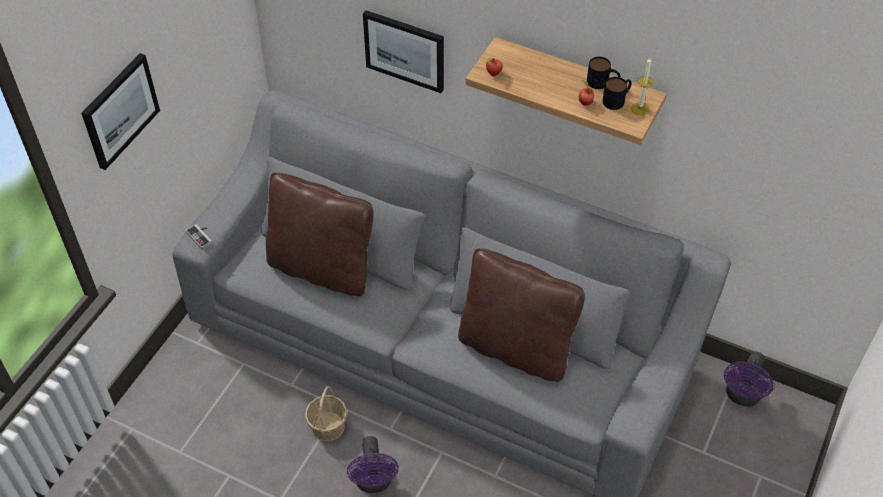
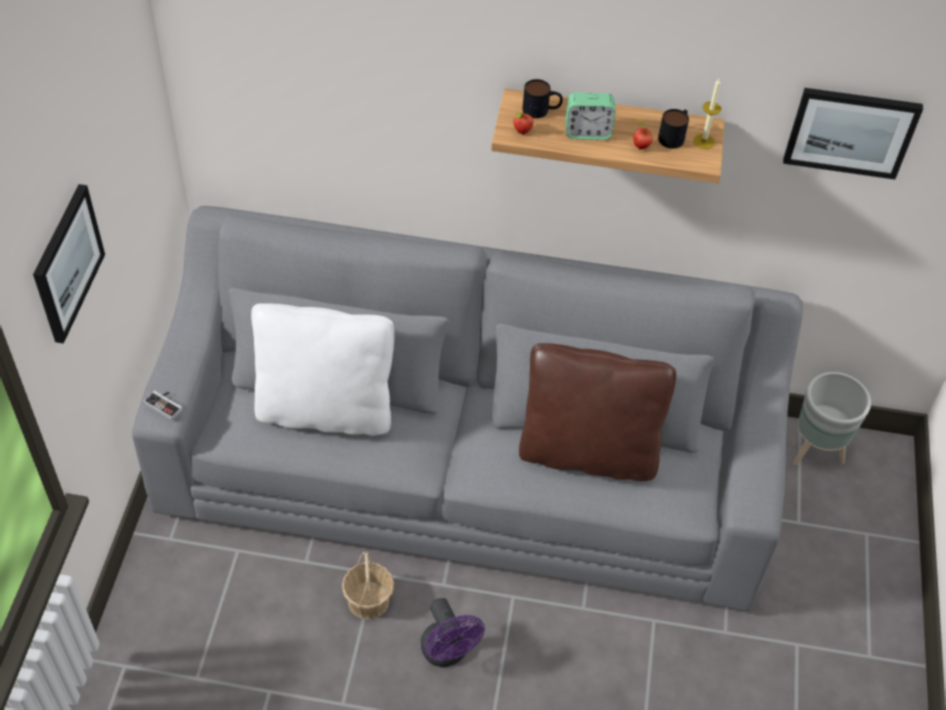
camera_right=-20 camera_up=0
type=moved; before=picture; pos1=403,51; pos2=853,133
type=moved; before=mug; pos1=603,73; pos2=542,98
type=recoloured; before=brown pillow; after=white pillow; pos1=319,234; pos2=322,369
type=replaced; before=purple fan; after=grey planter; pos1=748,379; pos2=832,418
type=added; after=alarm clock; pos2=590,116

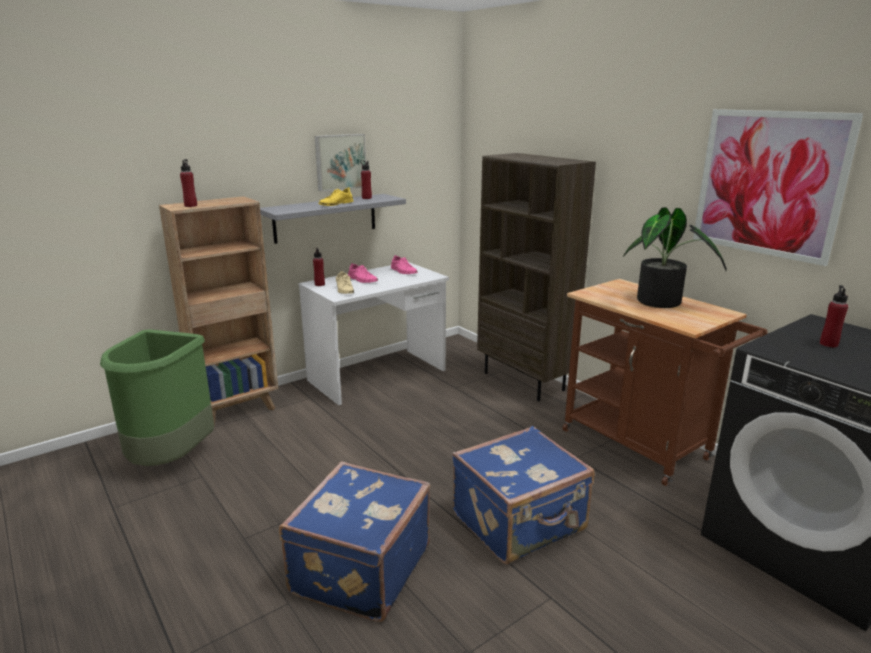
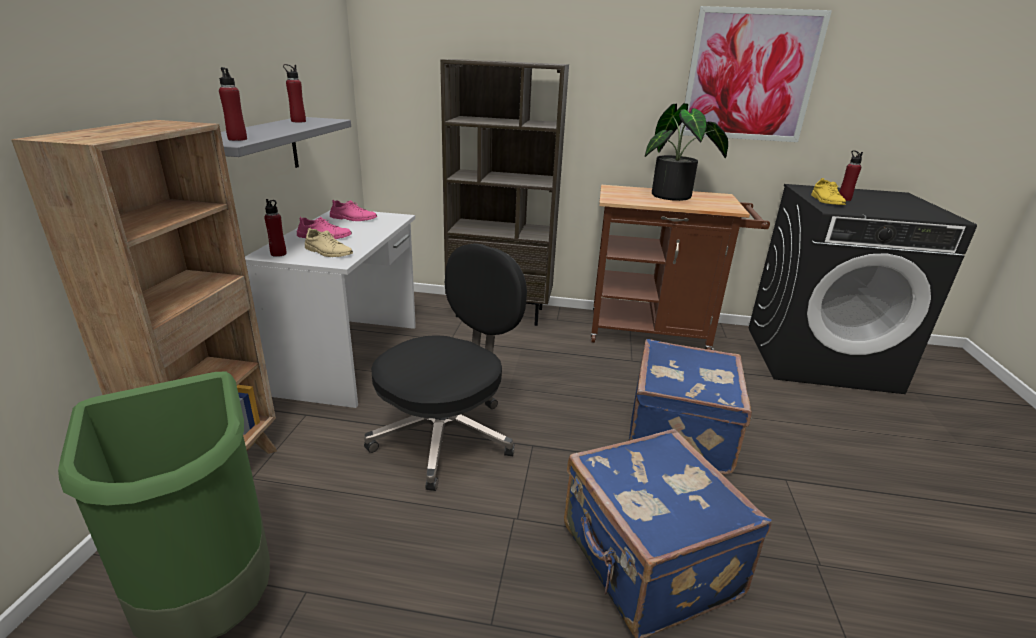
camera_right=-45 camera_up=5
type=removed; before=picture; pos1=340,163
type=moved; before=red bottle; pos1=188,183; pos2=233,104
type=moved; before=yellow shoe; pos1=336,196; pos2=828,191
type=added; after=black office chair; pos2=445,367

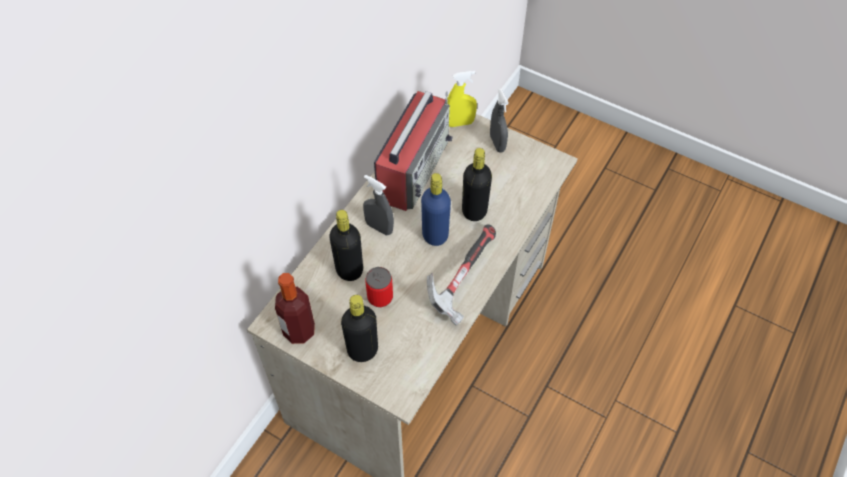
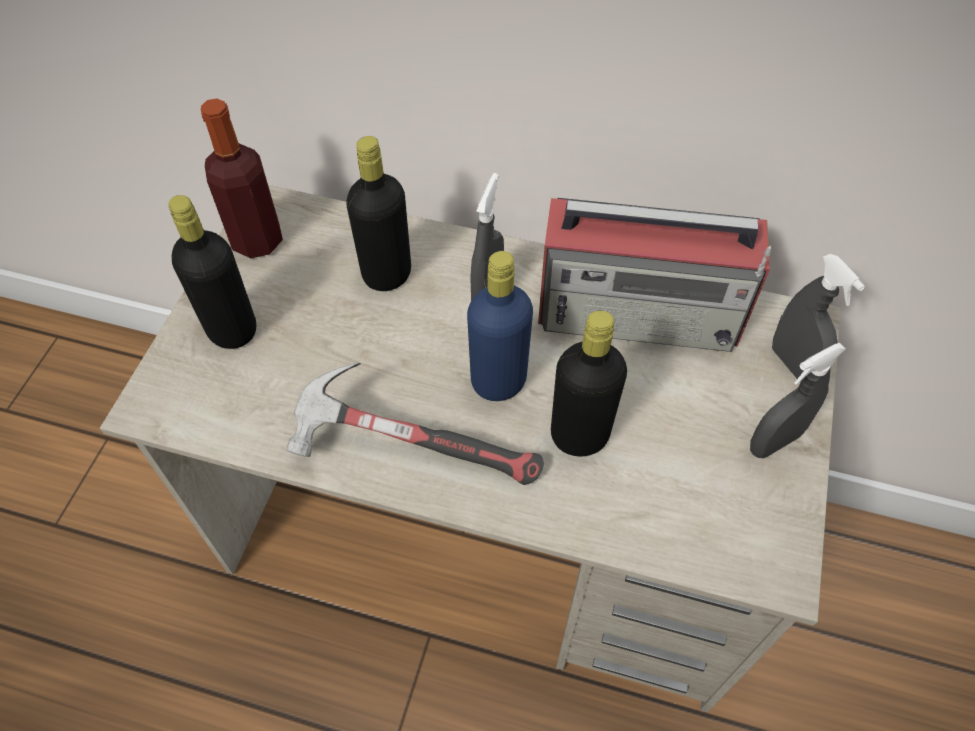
camera_right=75 camera_up=0
type=recoloured; before=yellow spray bottle; after=grey spray bottle; pos1=462,99; pos2=818,318
type=removed; before=can; pos1=379,287

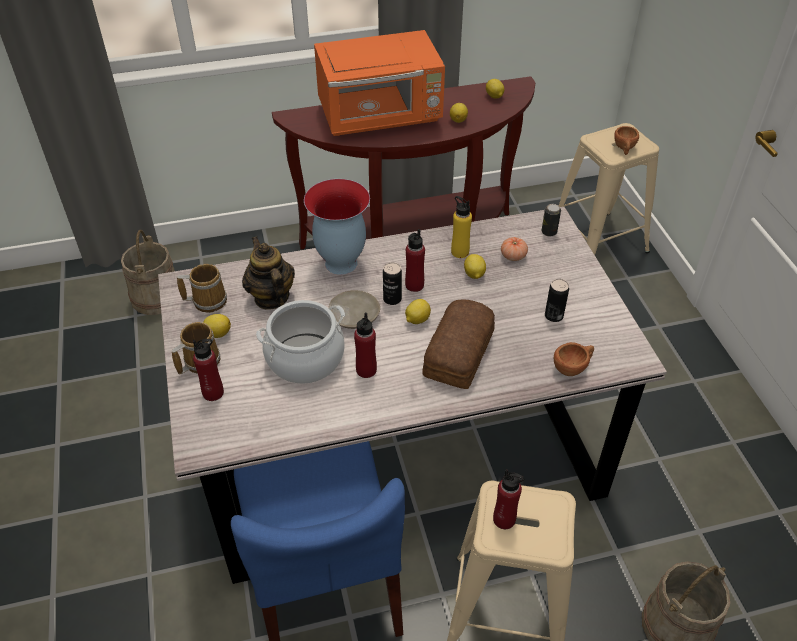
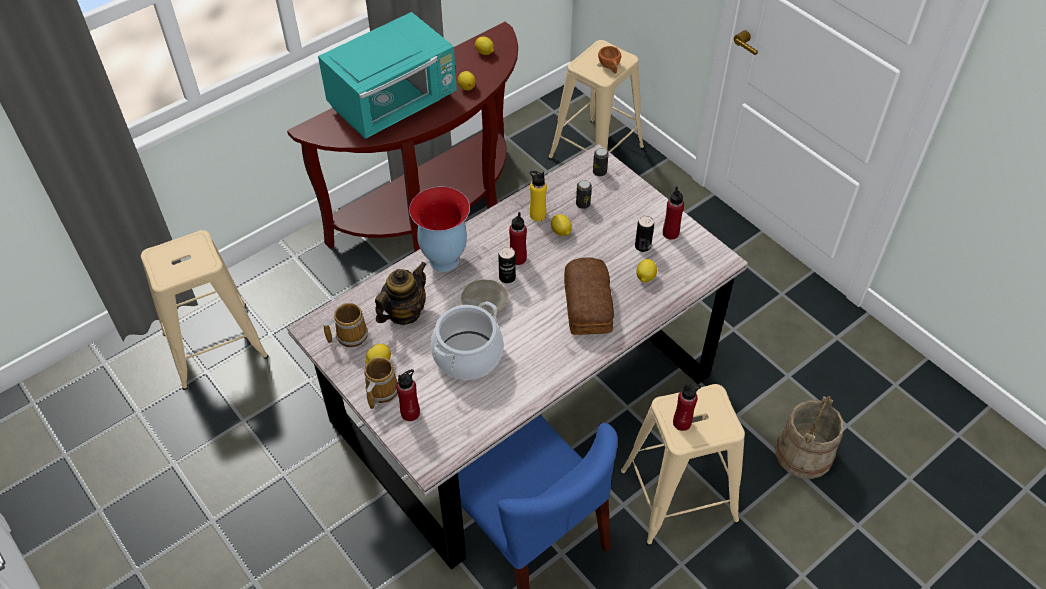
camera_right=-25 camera_up=5
type=recoloured; before=orange microwave; after=turquoise microwave; pos1=379,83; pos2=387,75
type=replaced; before=beige bucket; after=beige stool; pos1=148,272; pos2=204,310
type=turned; before=teapot; pos1=268,273; pos2=401,293; turn=90
type=replaced; before=tomato; after=can; pos1=514,249; pos2=584,194
type=moved; before=lemon; pos1=418,311; pos2=646,270
type=moved; before=red bottle; pos1=365,345; pos2=673,213
type=removed; before=brown cup; pos1=574,359

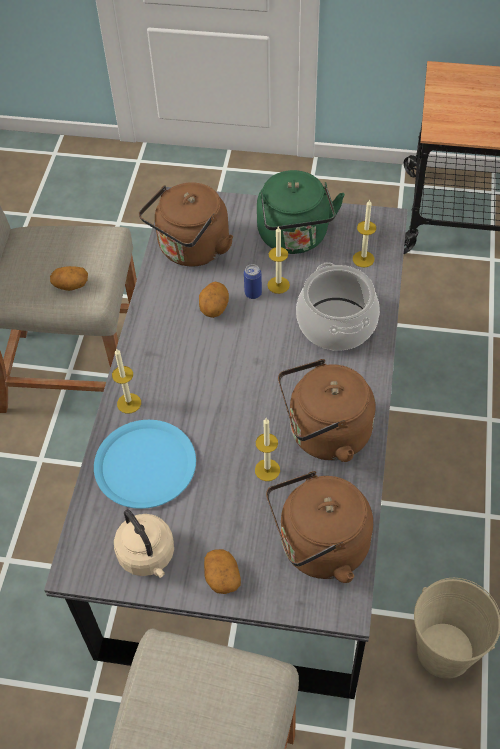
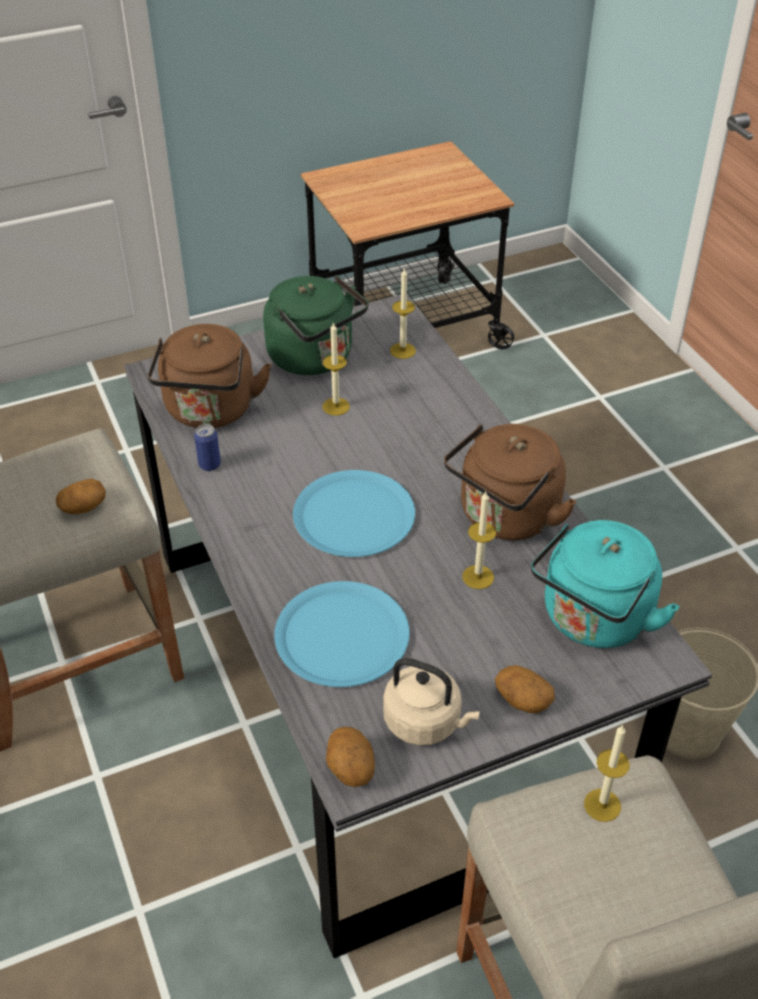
camera_right=-35 camera_up=-10
type=removed; before=cooking pot; pos1=338,306
type=moved; before=can; pos1=253,281; pos2=207,447
type=moved; before=potato; pos1=214,300; pos2=350,757
type=moved; before=candle; pos1=126,381; pos2=606,773
type=recoloured; before=brown kettle; after=turquoise kettle; pos1=319,527; pos2=605,584
type=added; after=blue plate; pos2=354,513

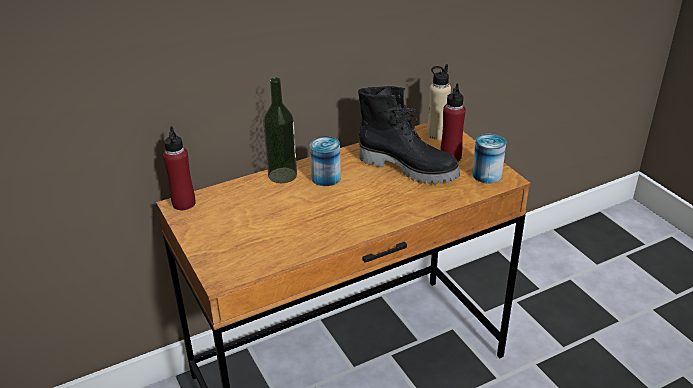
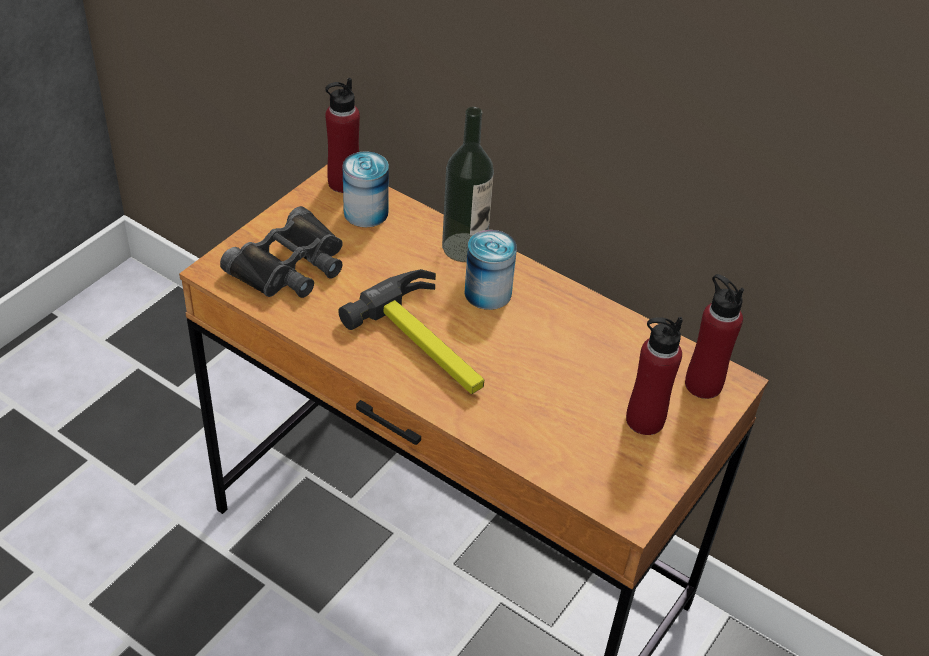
camera_right=60 camera_up=10
type=recoloured; before=beige bottle; after=red bottle; pos1=439,102; pos2=714,336
type=removed; before=black boot; pos1=409,135
type=moved; before=can; pos1=489,158; pos2=365,189
type=added; after=black binoculars; pos2=281,252
type=added; after=hammer; pos2=411,331

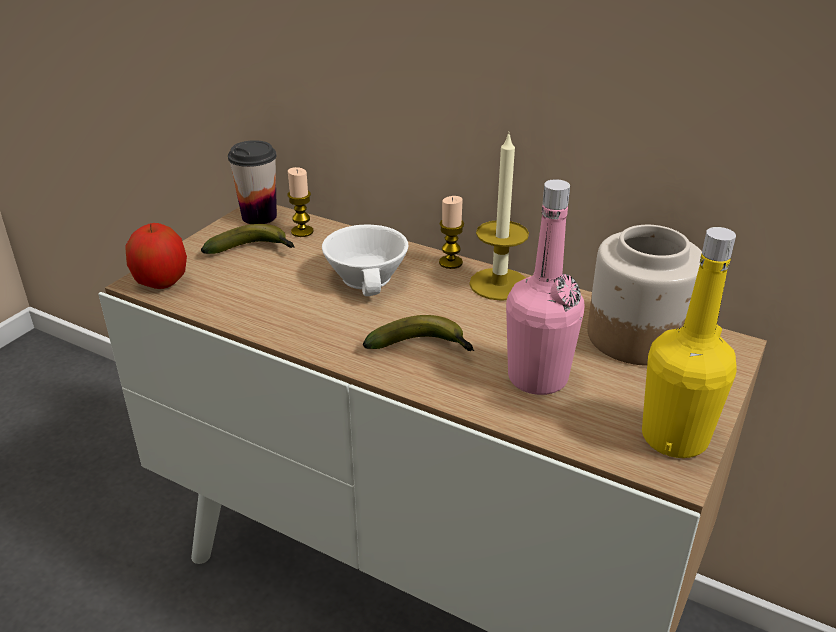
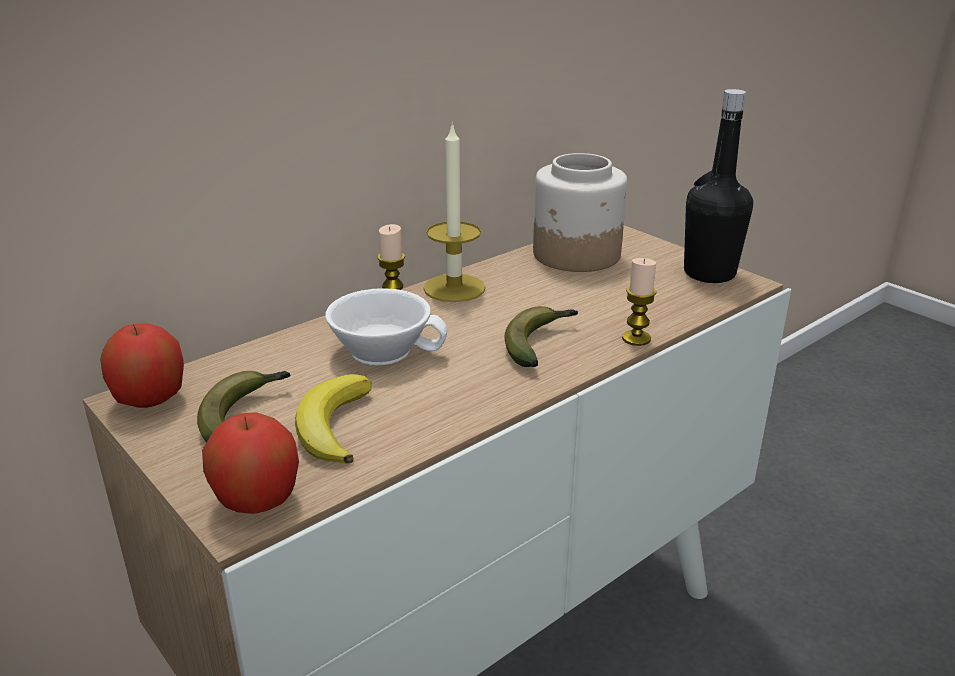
camera_right=-70 camera_up=-5
type=replaced; before=cup; after=apple; pos1=252,182; pos2=142,365
type=moved; before=candle; pos1=300,202; pos2=639,302
type=removed; before=pink bottle; pos1=545,287
type=recoloured; before=yellow bottle; after=black bottle; pos1=689,342; pos2=718,186
type=added; after=banana; pos2=333,419

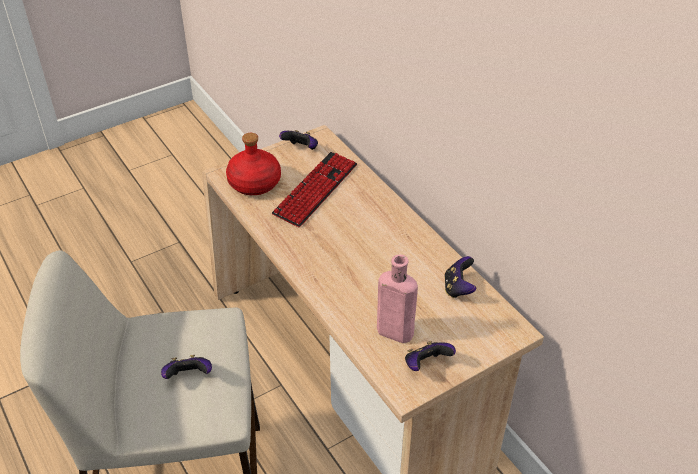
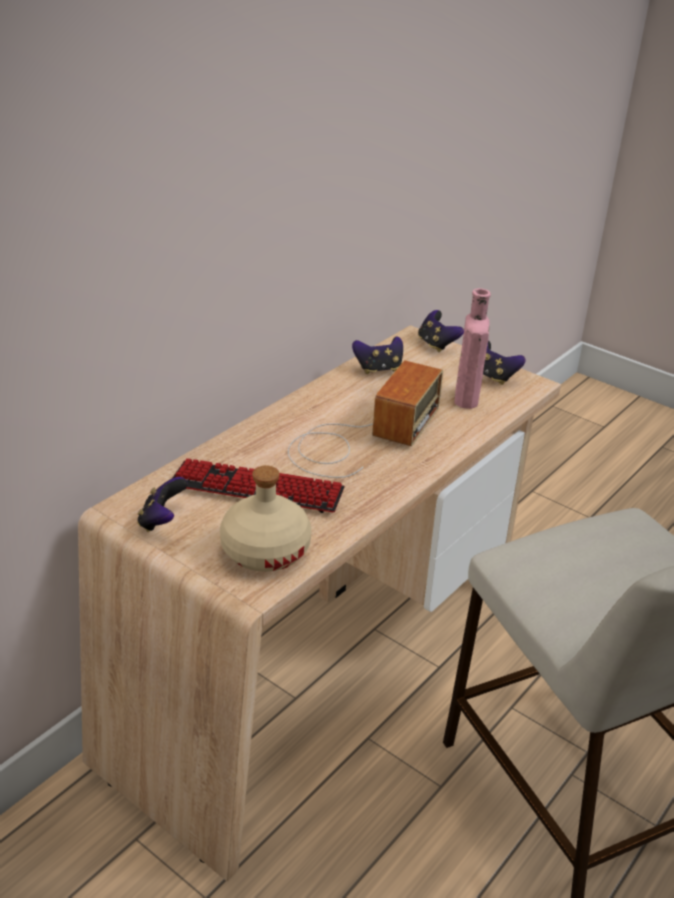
camera_right=-110 camera_up=-10
type=recoloured; before=red bottle; after=beige bottle; pos1=253,164; pos2=266,518
type=moved; before=game controller; pos1=186,367; pos2=441,331
type=added; after=radio; pos2=365,419

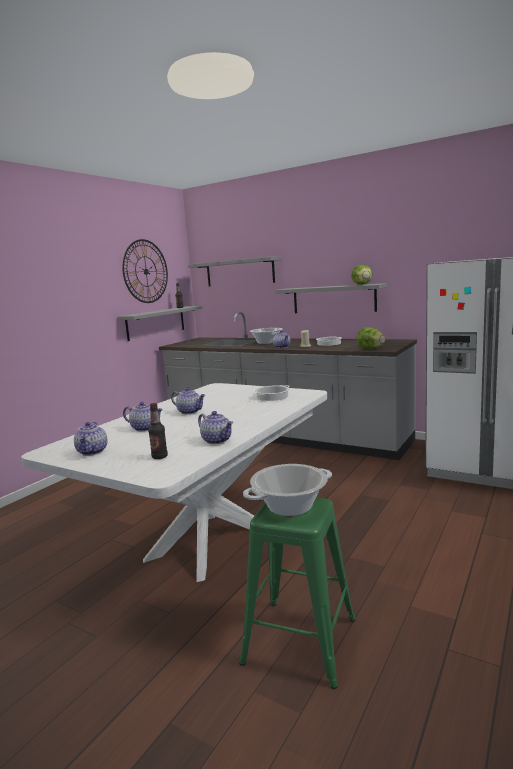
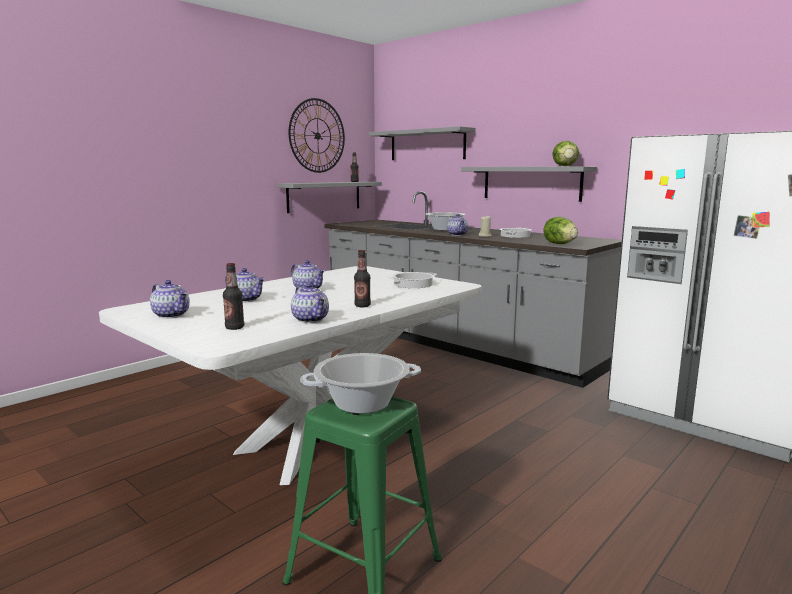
camera_right=10 camera_up=0
type=turned; before=teapot; pos1=91,439; pos2=170,299; turn=-60
type=added; after=bottle; pos2=362,278

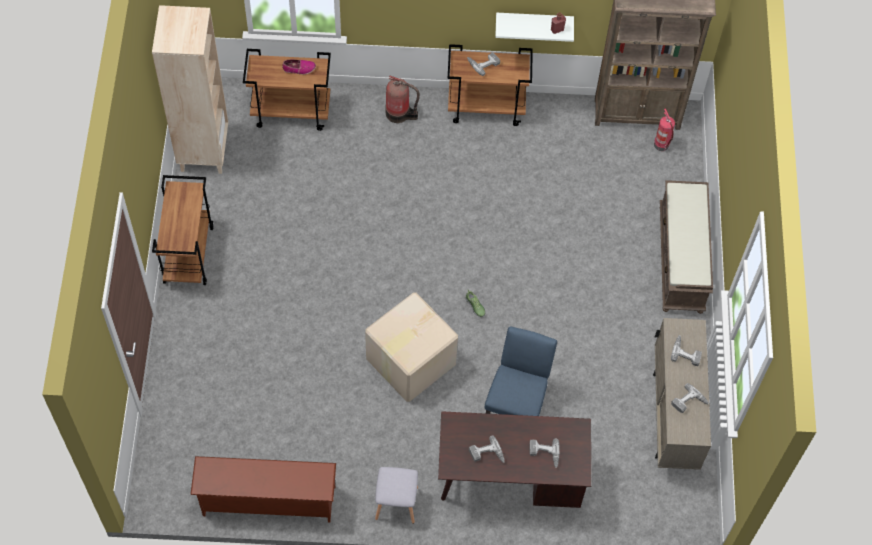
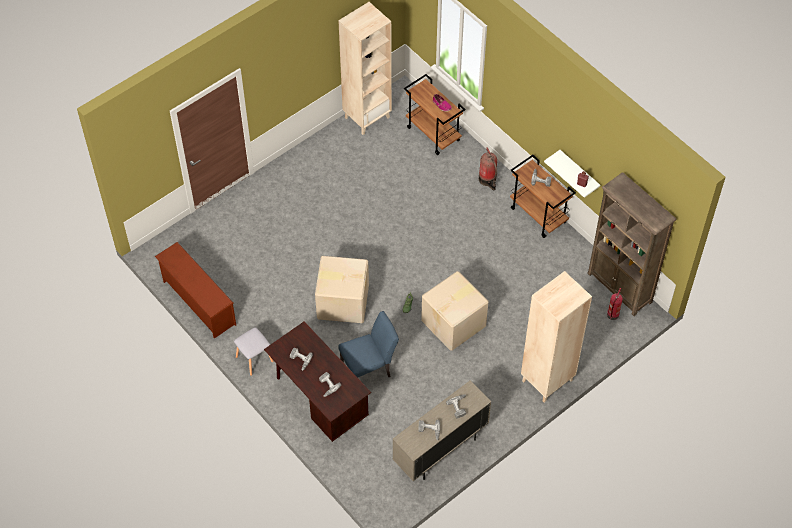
camera_right=50 camera_up=-5
type=removed; before=brown cart; pos1=183,230
type=replaced; before=brown bench; after=beige bookcase; pos1=686,247; pos2=556,336
type=added; after=cardboard box; pos2=454,311

